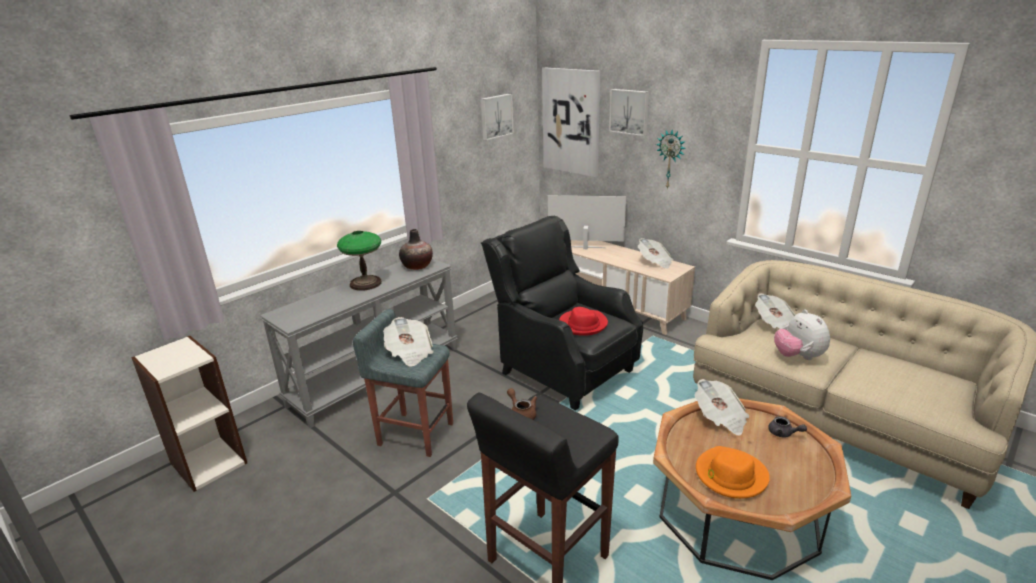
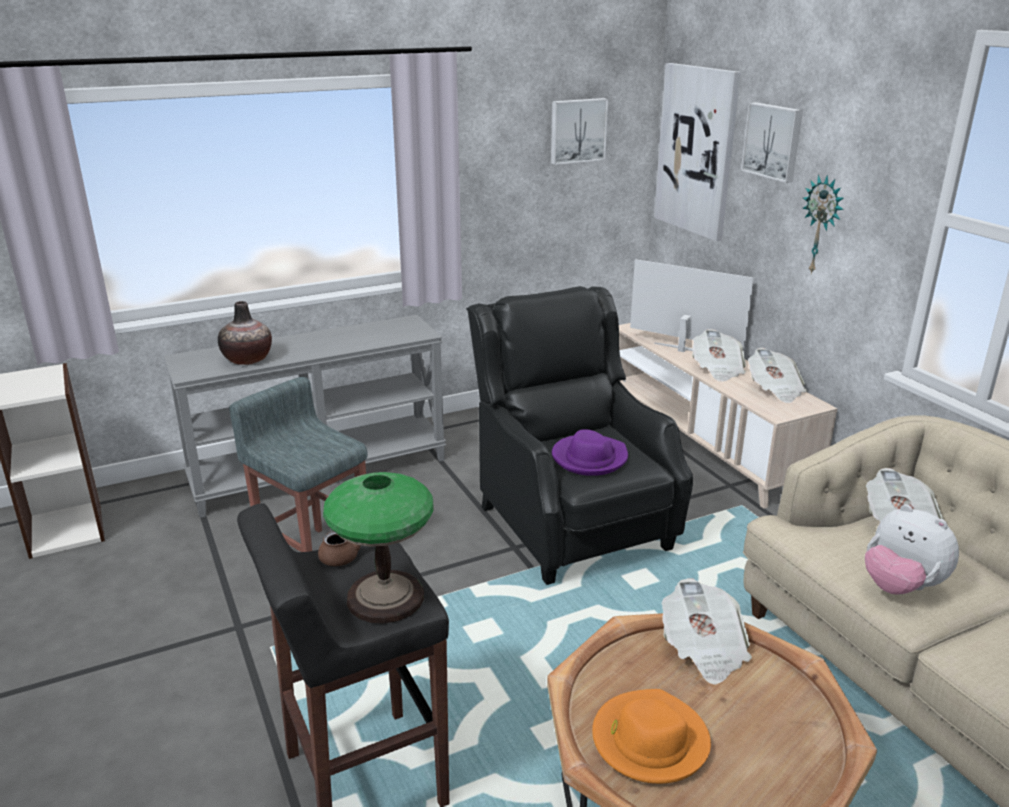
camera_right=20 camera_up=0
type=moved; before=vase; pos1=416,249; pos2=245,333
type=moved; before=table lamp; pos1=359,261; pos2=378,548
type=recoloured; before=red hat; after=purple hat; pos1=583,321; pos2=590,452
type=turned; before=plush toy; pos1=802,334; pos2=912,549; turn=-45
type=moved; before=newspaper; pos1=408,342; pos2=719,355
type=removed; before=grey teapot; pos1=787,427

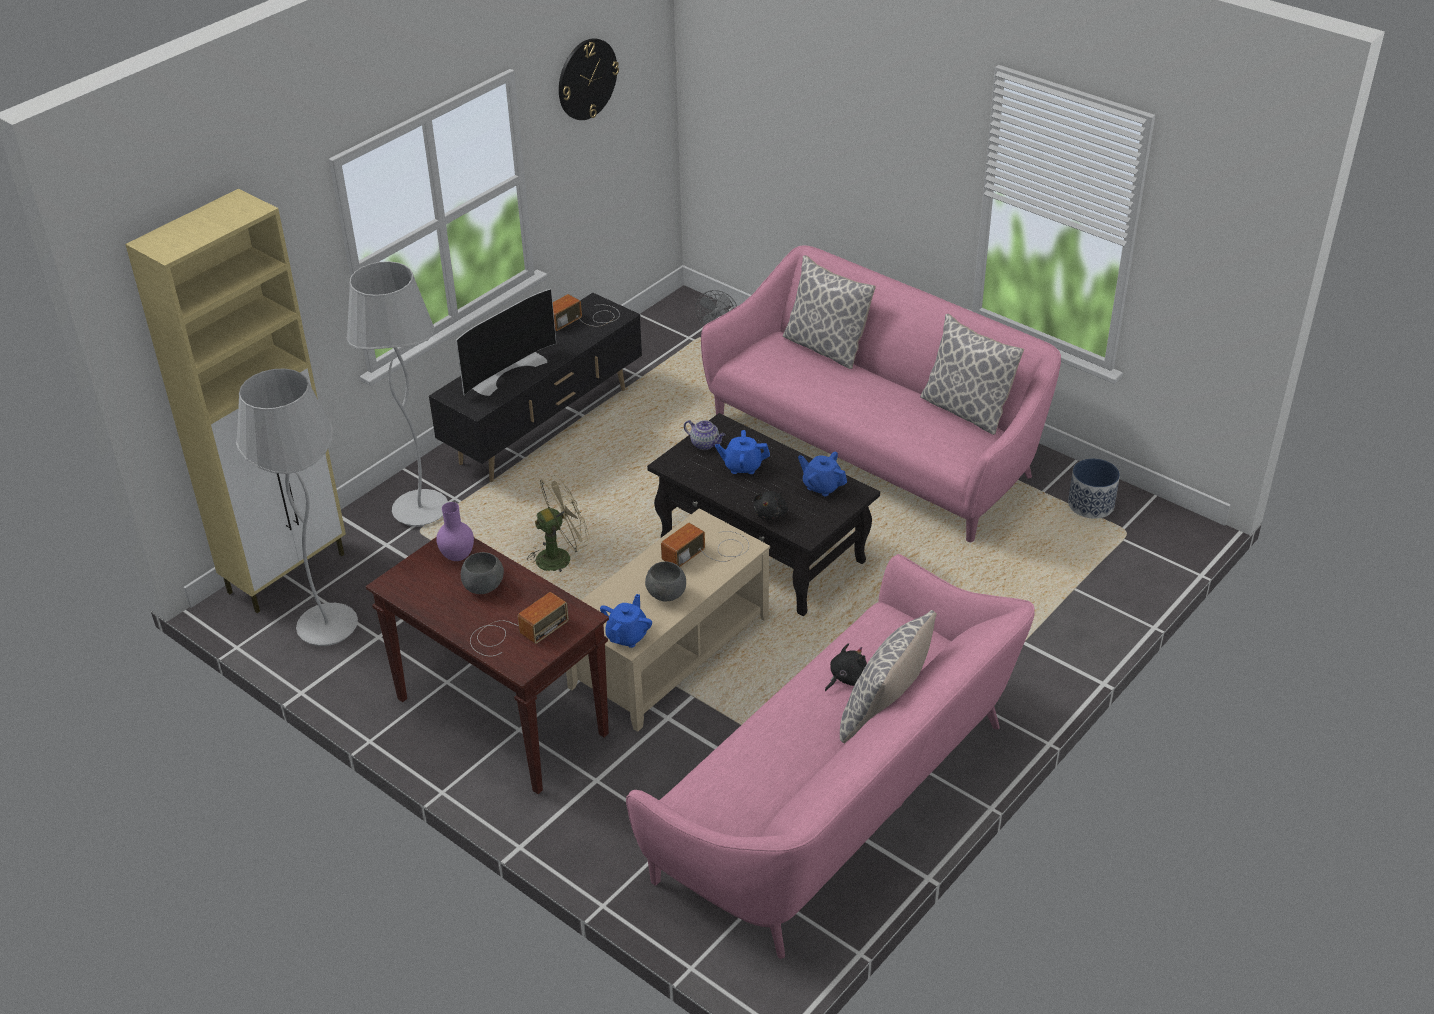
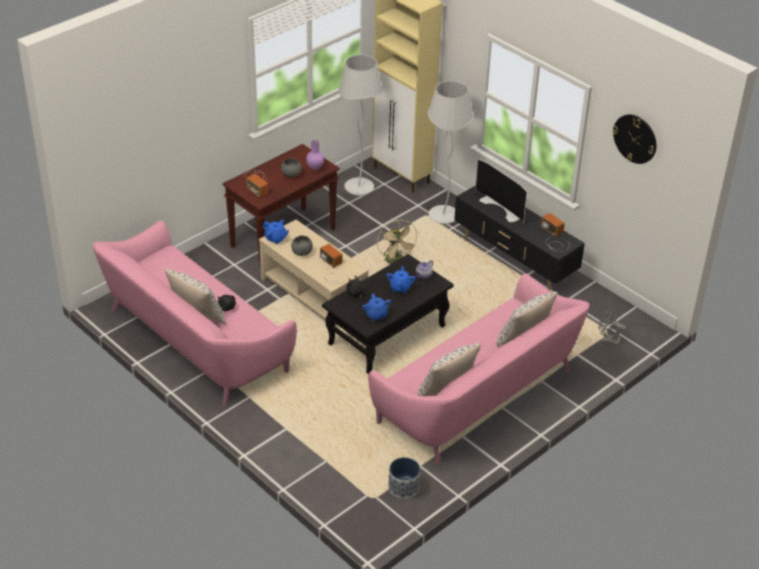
camera_right=95 camera_up=0
type=turned; before=blue teapot; pos1=822,474; pos2=376,307; turn=120

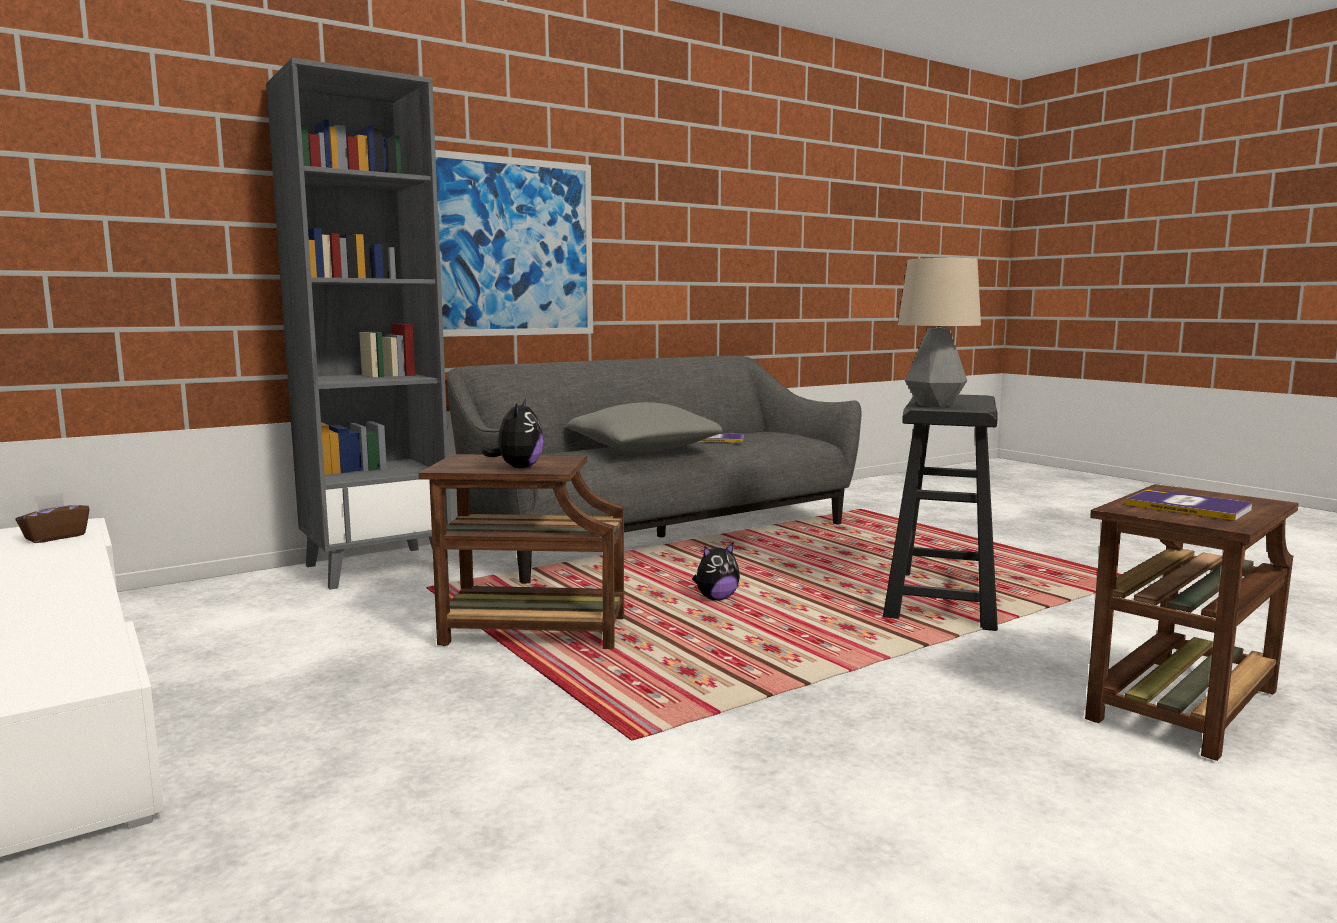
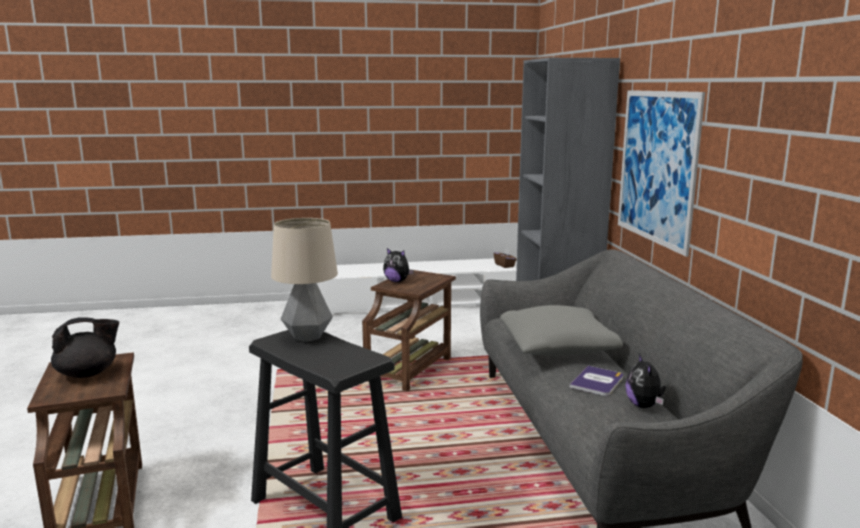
camera_right=115 camera_up=5
type=replaced; before=book; after=black teapot; pos1=1189,505; pos2=85,347
type=moved; before=plush toy; pos1=716,571; pos2=645,381

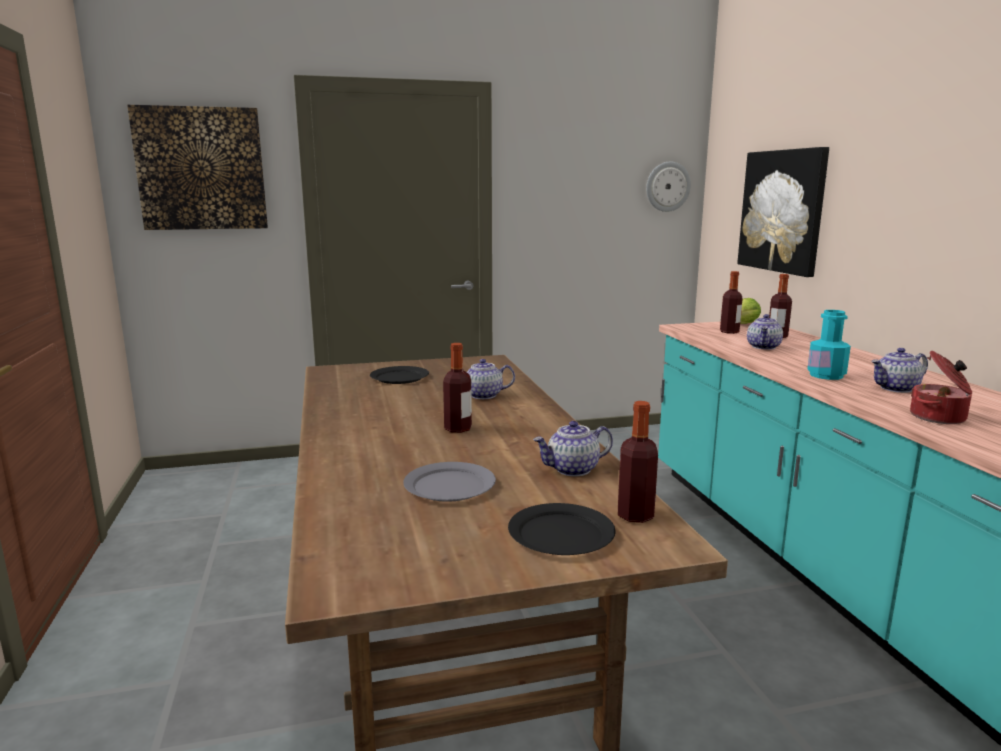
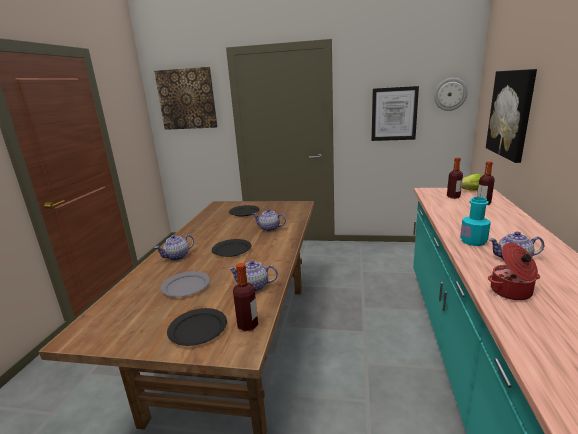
camera_right=25 camera_up=5
type=moved; before=teapot; pos1=765,332; pos2=174,247
type=replaced; before=bottle; after=black plate; pos1=457,388; pos2=232,248
type=added; after=picture; pos2=395,113

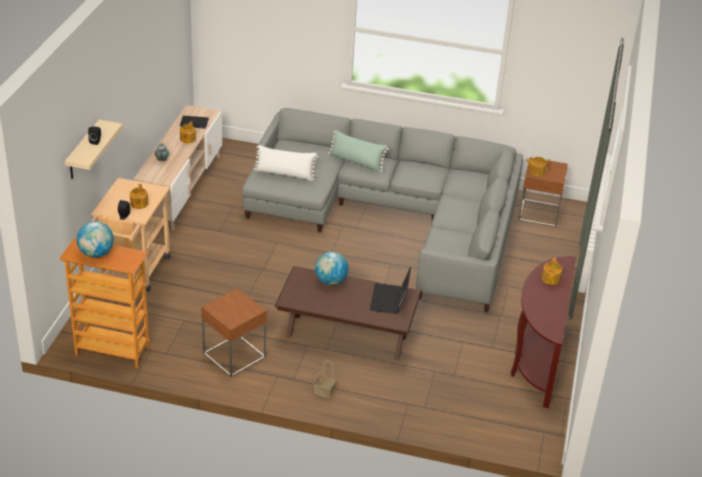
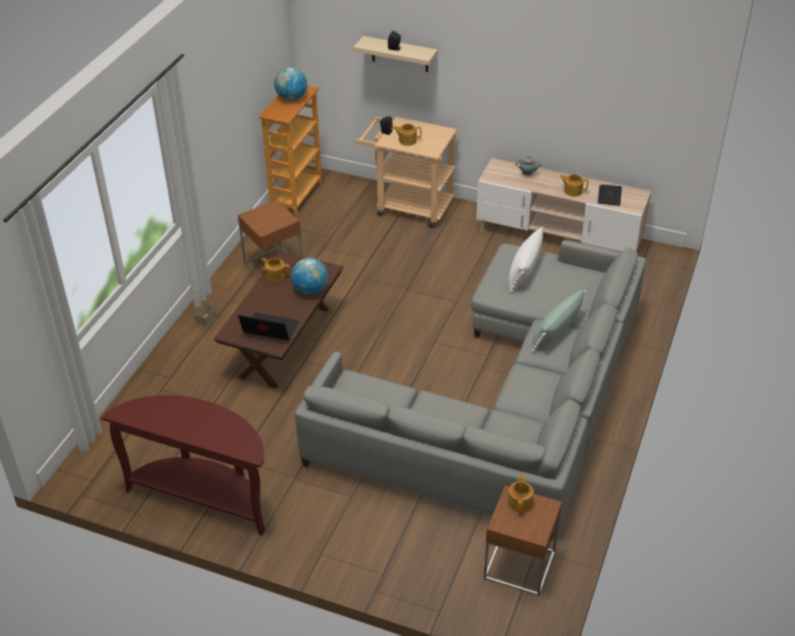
camera_right=100 camera_up=5
type=moved; before=teapot; pos1=552,271; pos2=275,270

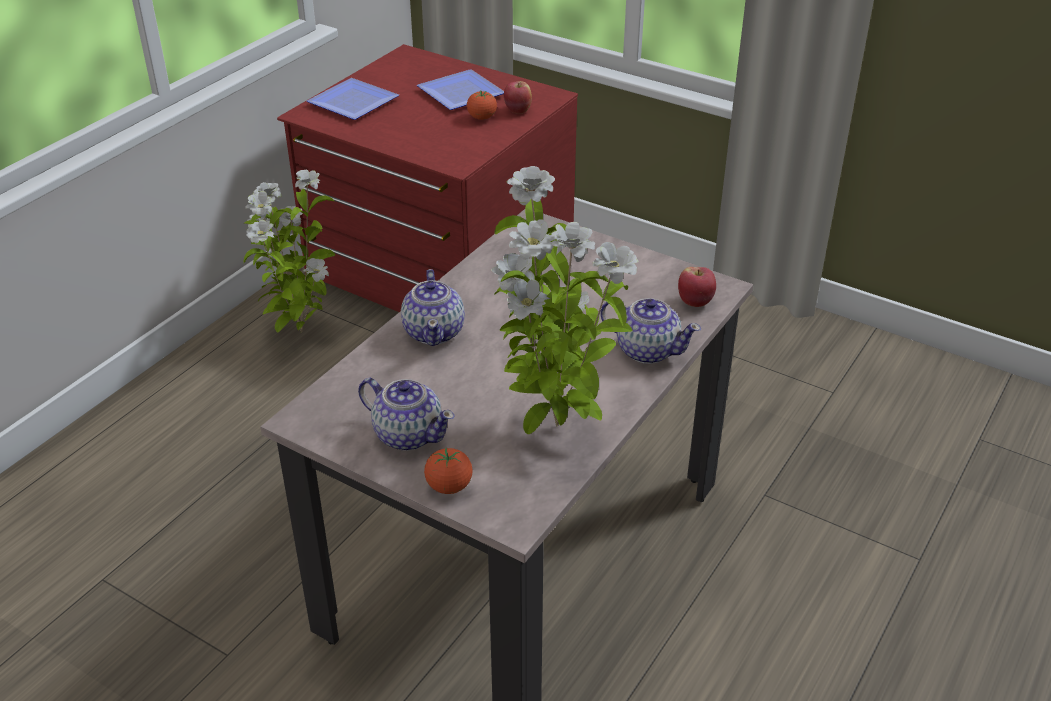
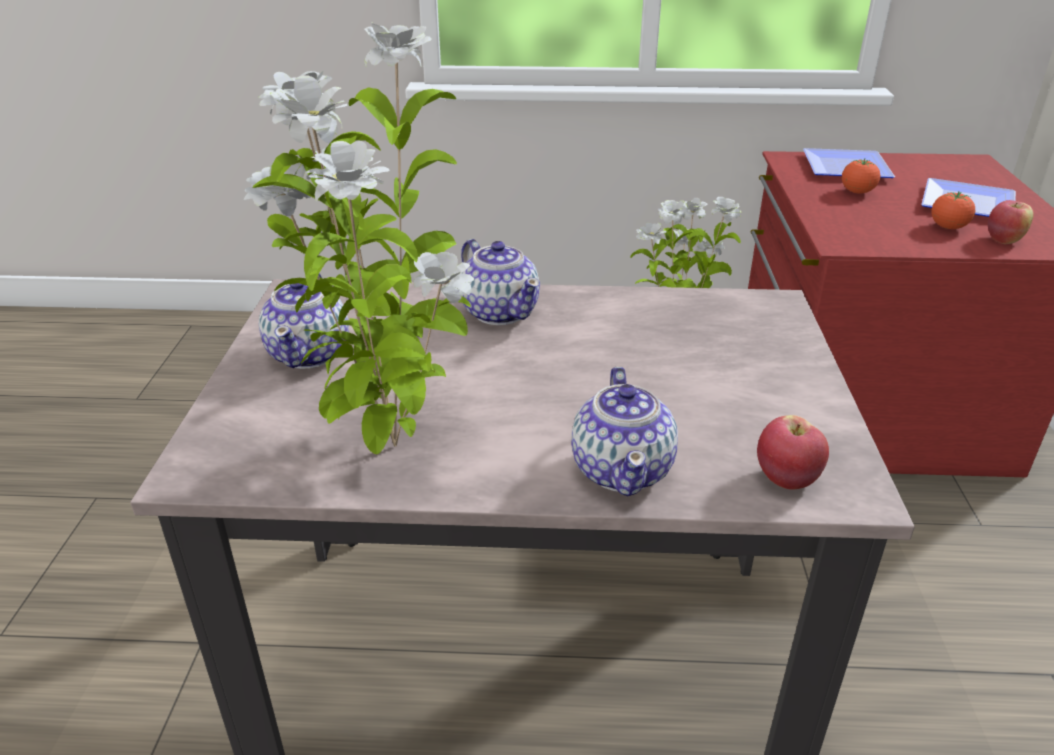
camera_right=60 camera_up=-5
type=turned; before=teapot; pos1=433,307; pos2=500,282; turn=-90
type=moved; before=tomato; pos1=448,470; pos2=861,176

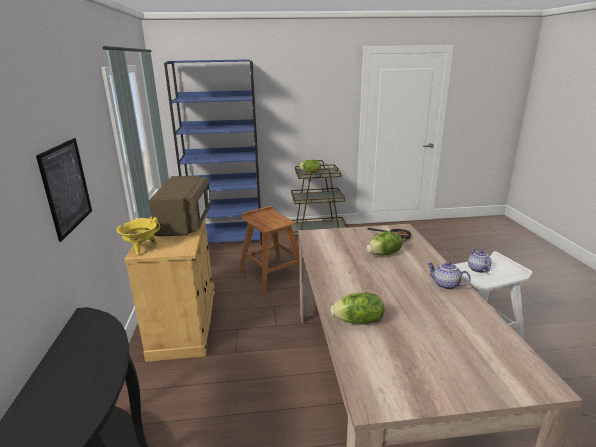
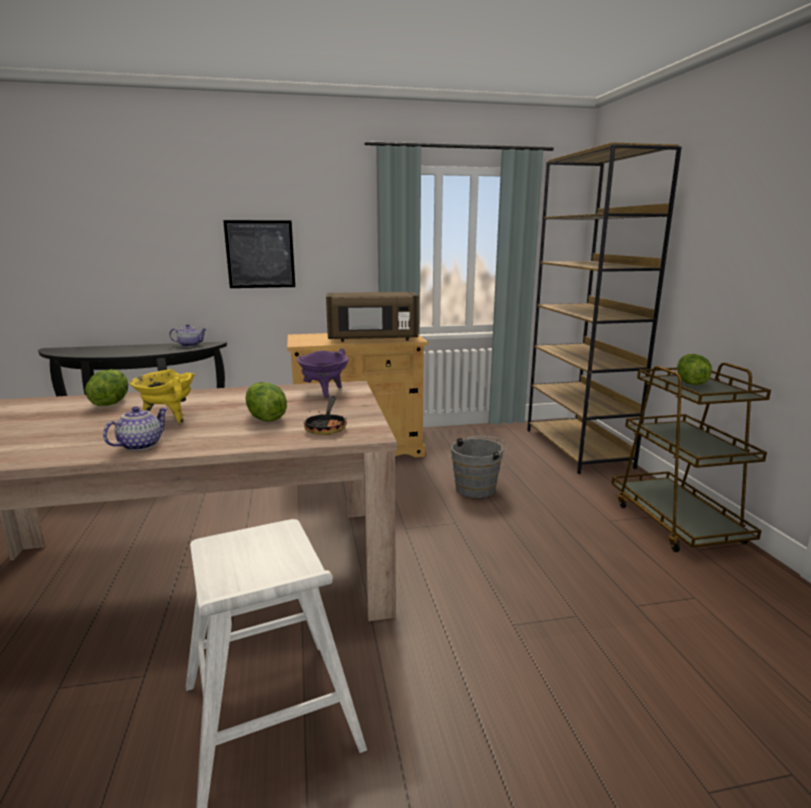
camera_right=85 camera_up=-5
type=recoloured; before=blue bookcase; after=brown bookcase; pos1=213,152; pos2=604,308
type=replaced; before=brown stool; after=grey bucket; pos1=268,250; pos2=479,467
type=moved; before=yellow cooking pot; pos1=138,236; pos2=162,396
type=moved; before=teapot; pos1=479,260; pos2=188,335
type=added; after=purple cooking pot; pos2=323,373

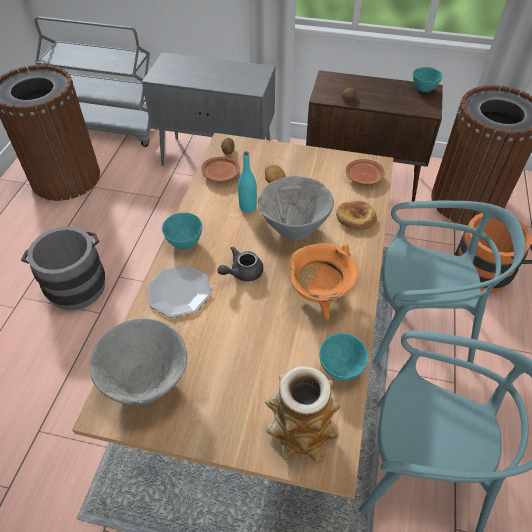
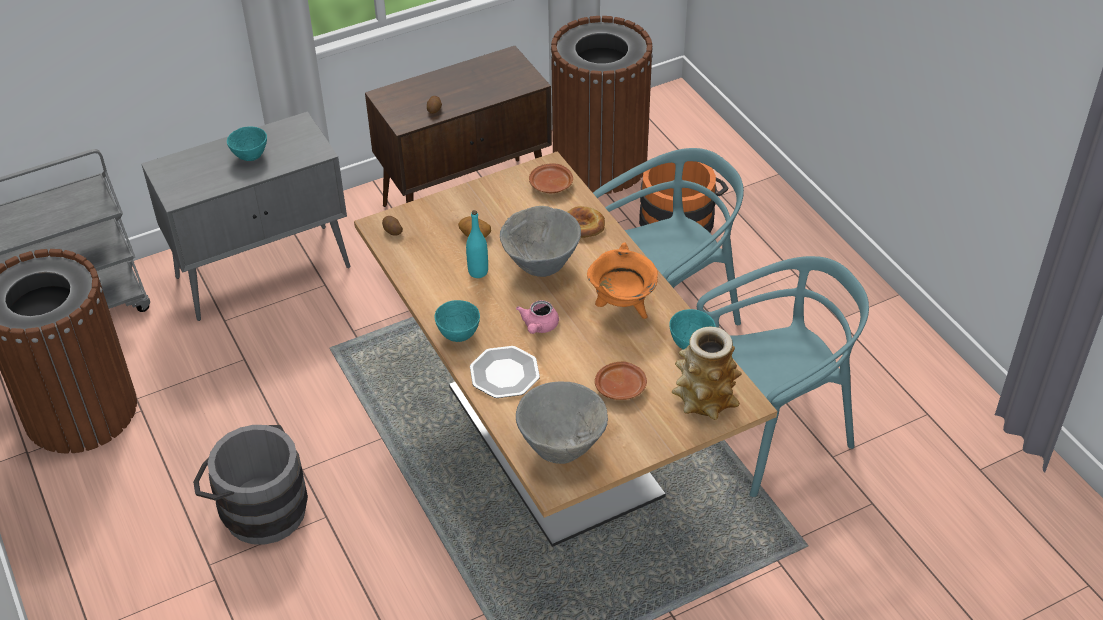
camera_right=-40 camera_up=-5
type=moved; before=turquoise bowl; pos1=428,79; pos2=247,144
type=moved; before=brown plate; pos1=220,169; pos2=621,381
type=recoloured; before=grey teapot; after=pink teapot; pos1=240,264; pos2=537,317

